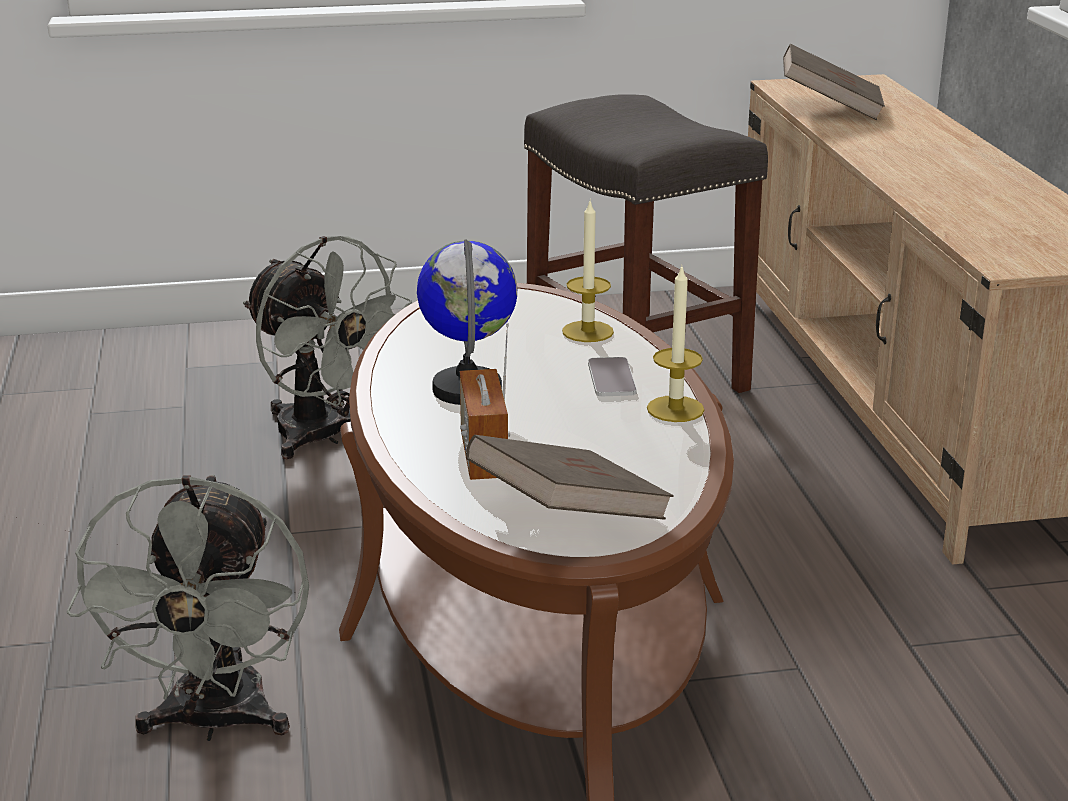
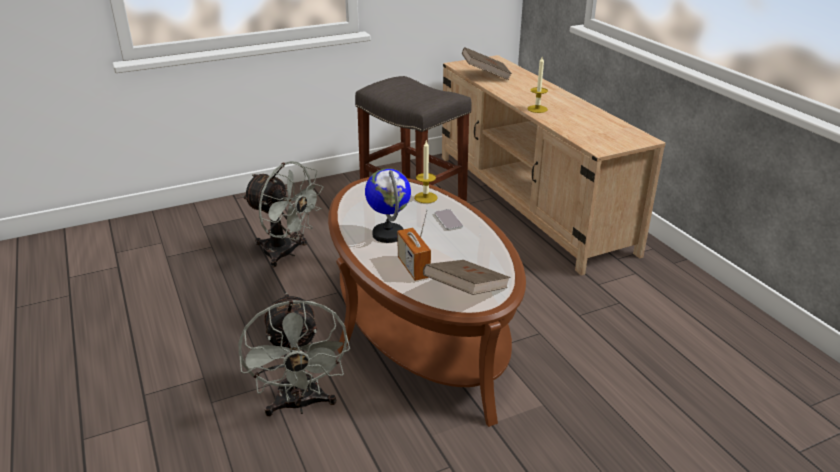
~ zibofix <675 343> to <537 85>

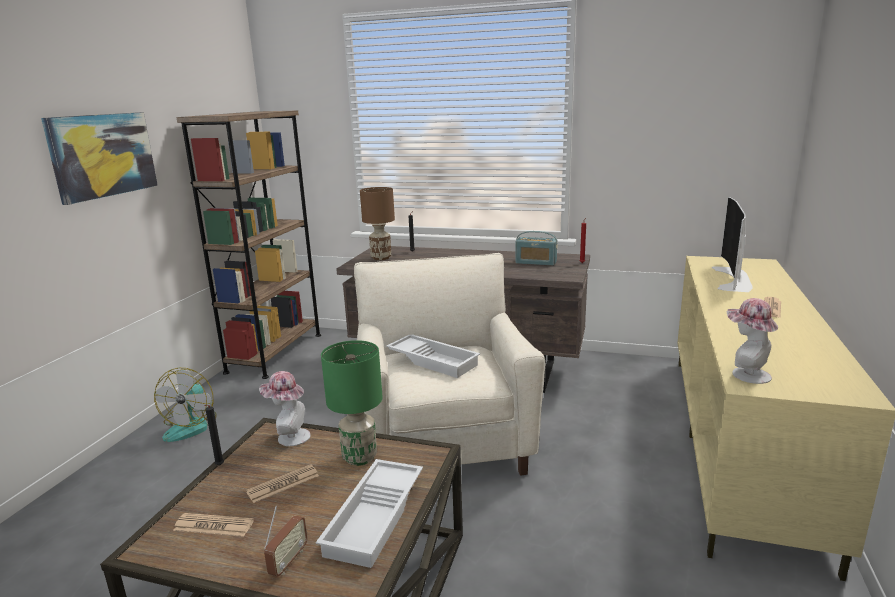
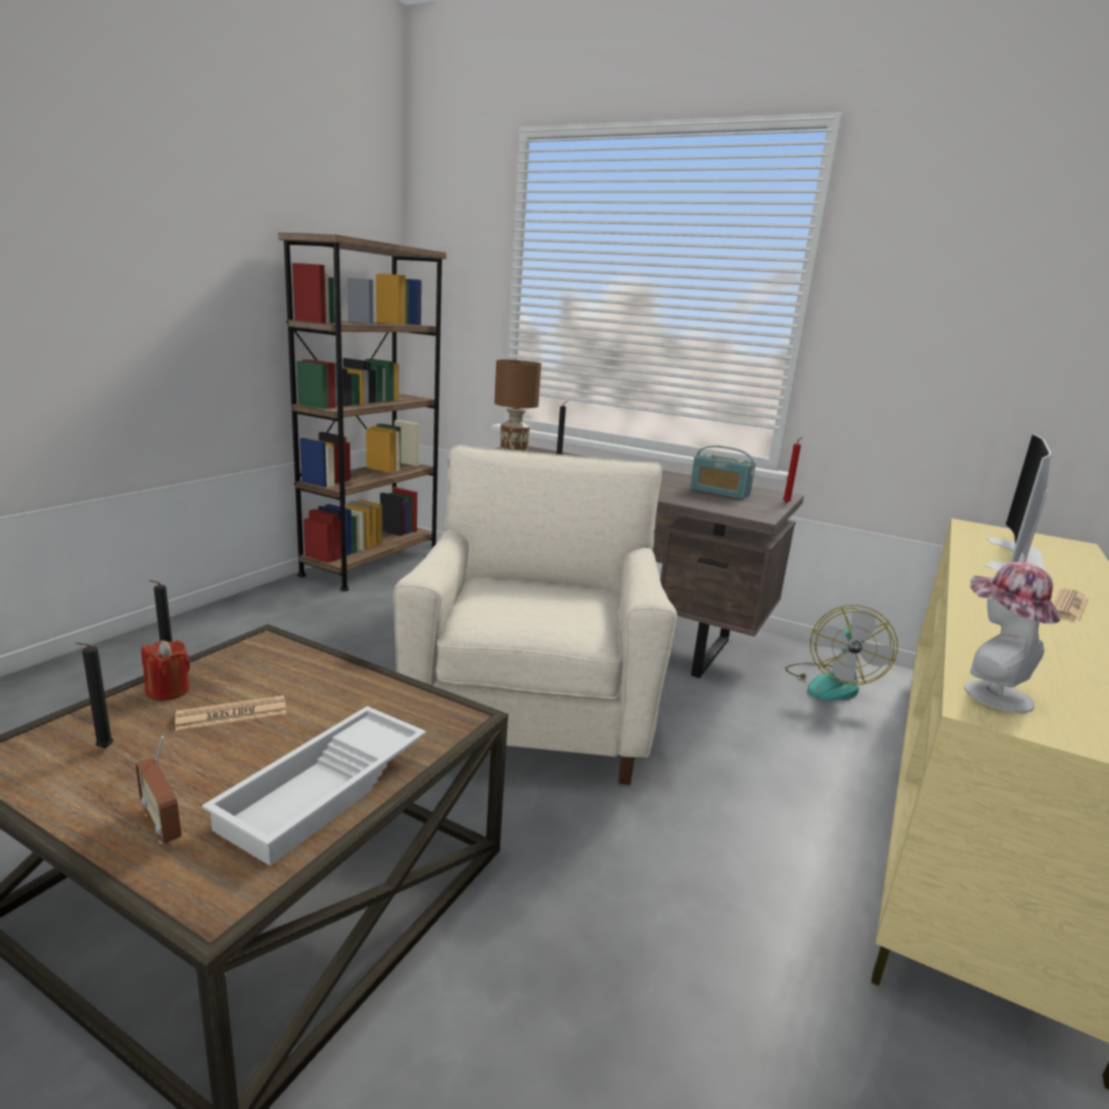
- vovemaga <99 158>
- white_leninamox <433 356>
- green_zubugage <351 403>
~ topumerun <185 405> to <841 652>
- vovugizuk <285 408>
~ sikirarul <286 541> = <158 790> 105 degrees clockwise
~ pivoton <213 525> to black_zibofix <94 695>
+ red_zibofix <165 670>

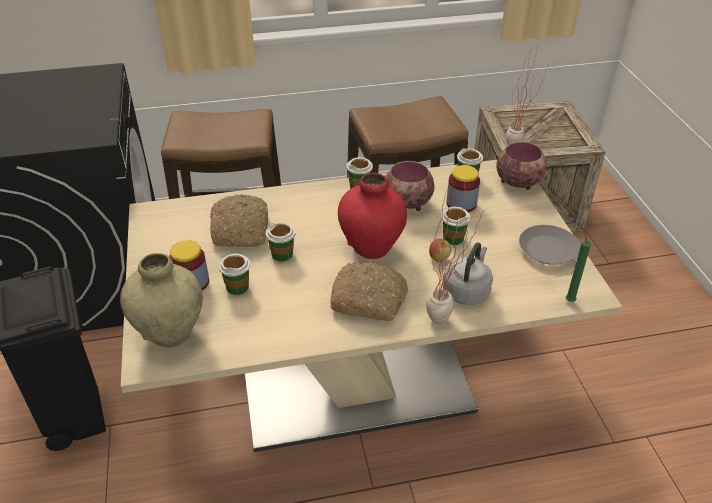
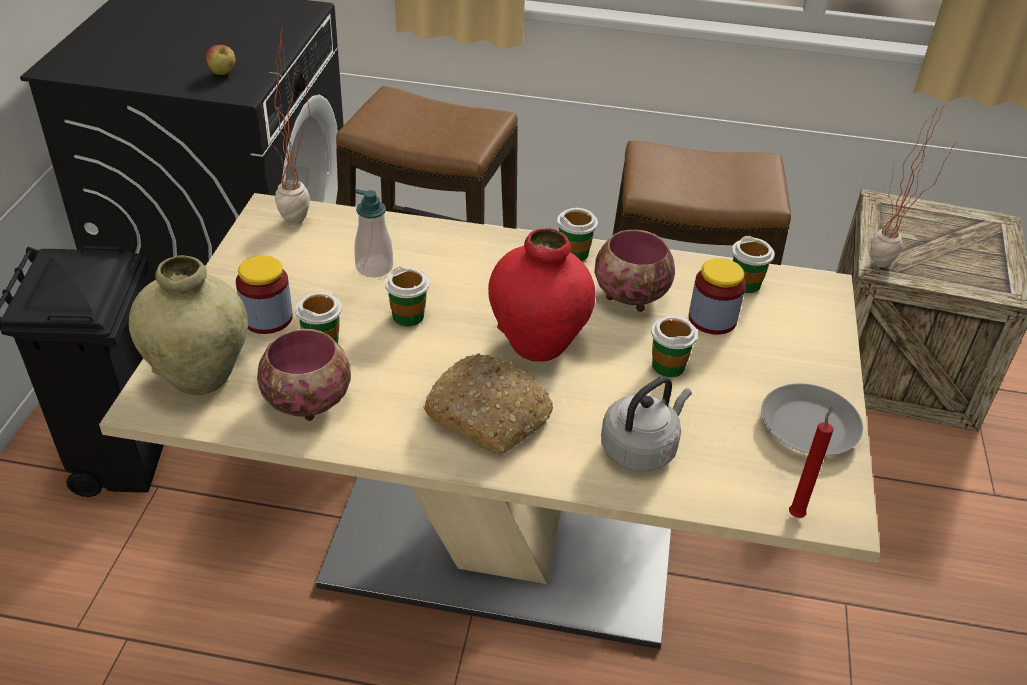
~ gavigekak <521 166> to <304 375>
~ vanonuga <456 254> to <285 126>
~ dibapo <239 220> to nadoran <374 233>
~ green_zibofix <578 266> to red_zibofix <811 462>
~ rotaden <440 250> to <220 60>

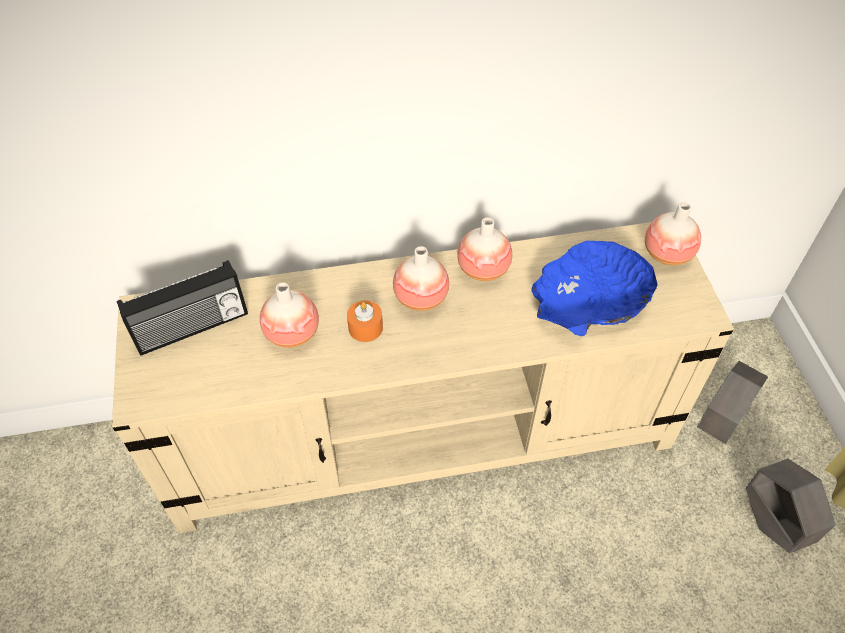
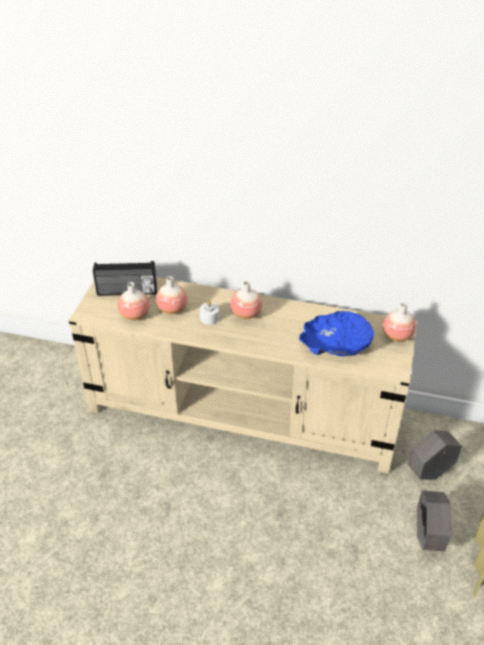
~ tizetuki <484 249> to <134 301>
~ orange_zibofix <365 321> to white_zibofix <209 313>

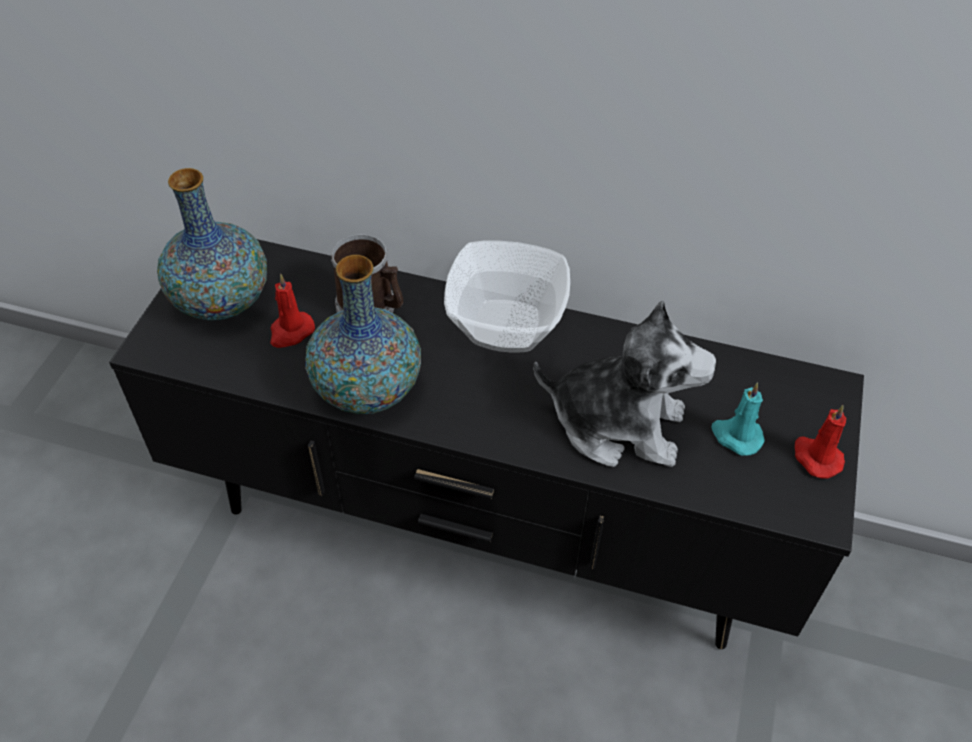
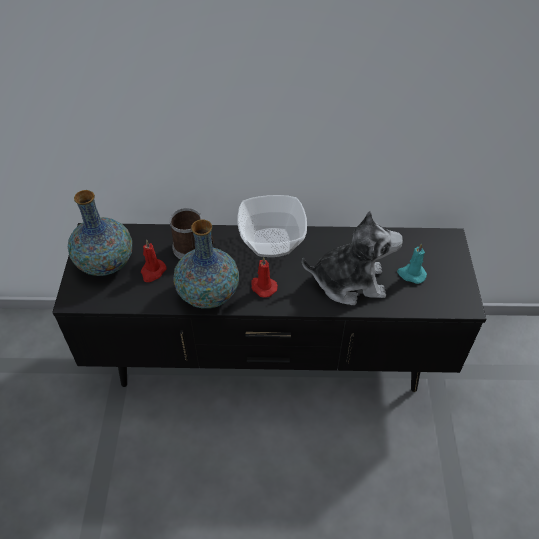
~ red_zibofix <820 442> to <264 277>

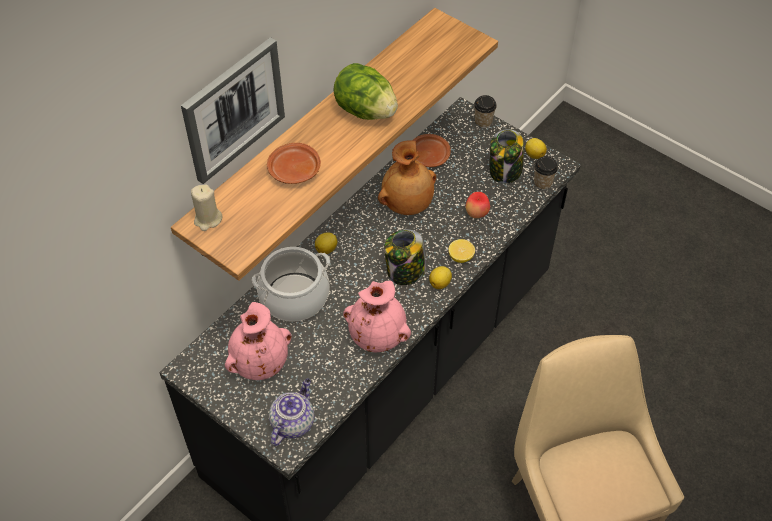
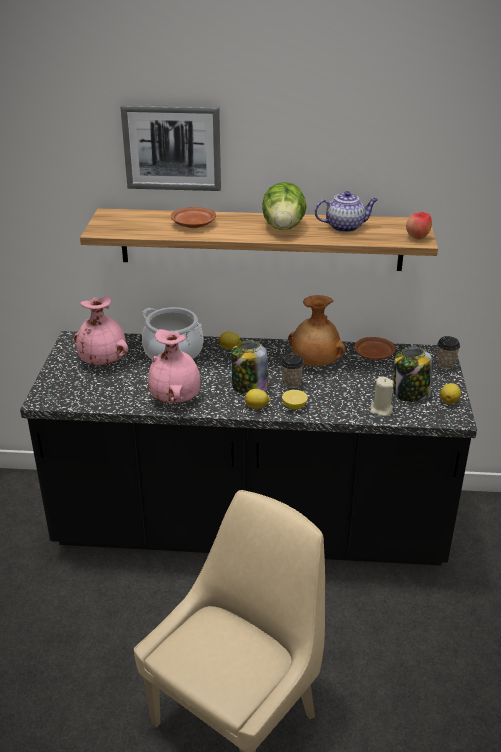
~ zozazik <546 173> to <292 371>
~ beige_zibofix <207 207> to <382 396>
~ rotaden <478 205> to <419 226>
~ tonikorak <291 412> to <346 211>

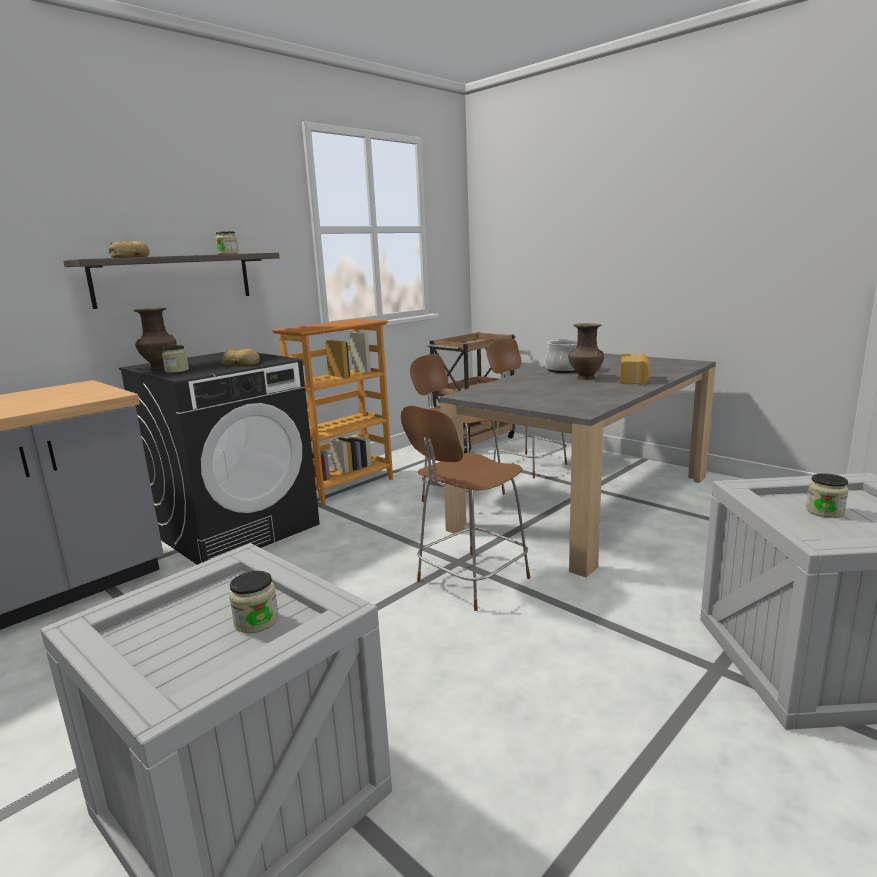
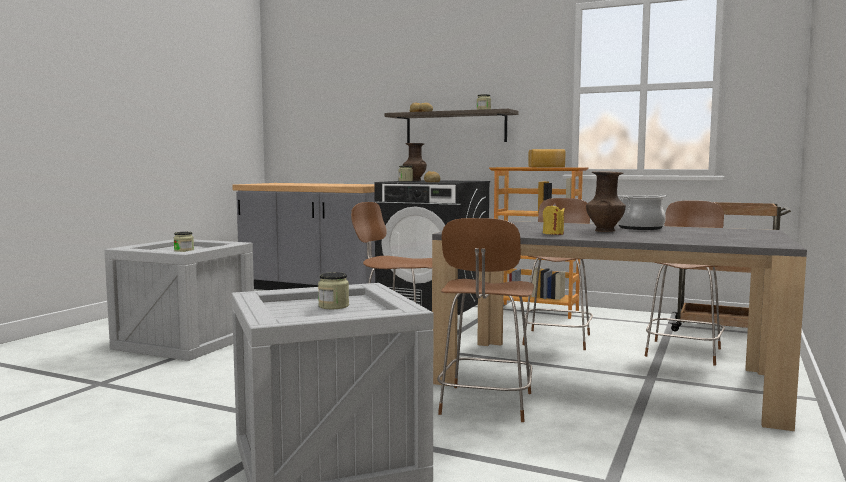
~ dibapo <635 369> to <546 158>
+ yellow_zibofix <554 219>
+ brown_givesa <485 320>

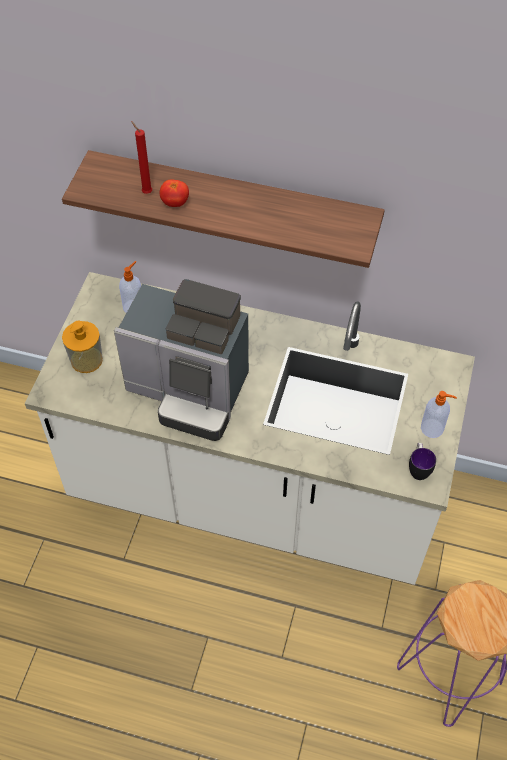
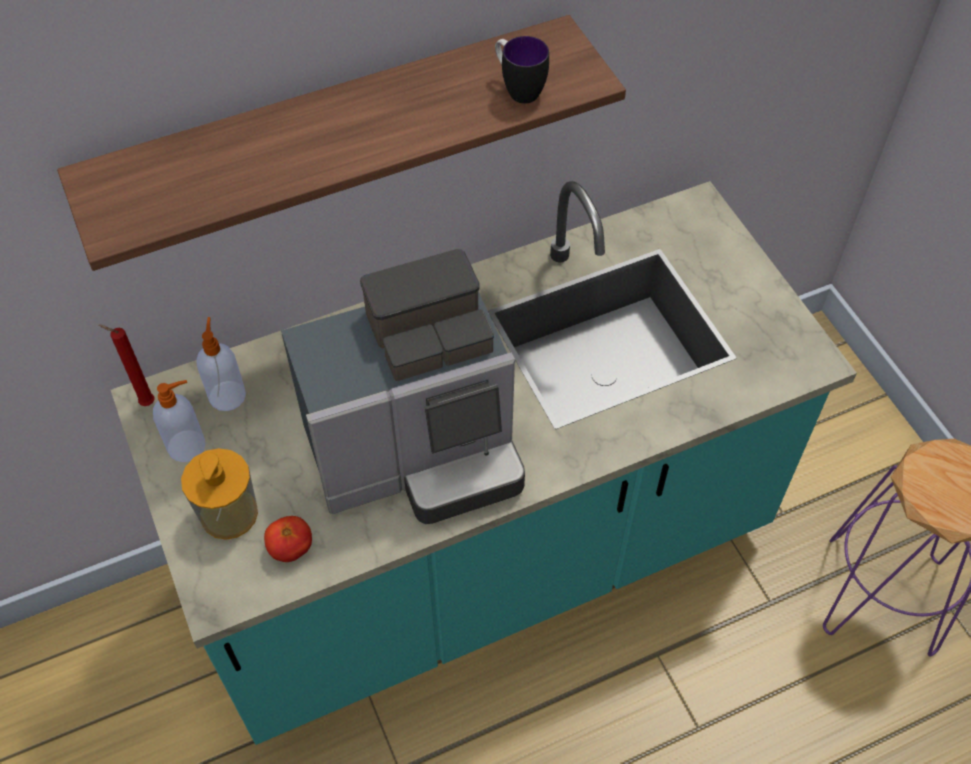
~ red_zibofix <141 157> to <127 365>
~ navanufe <174 193> to <288 539>
~ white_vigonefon <250 428> to turquoise_vigonefon <484 463>
~ nadoran <439 414> to <179 421>
~ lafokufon <422 461> to <522 70>

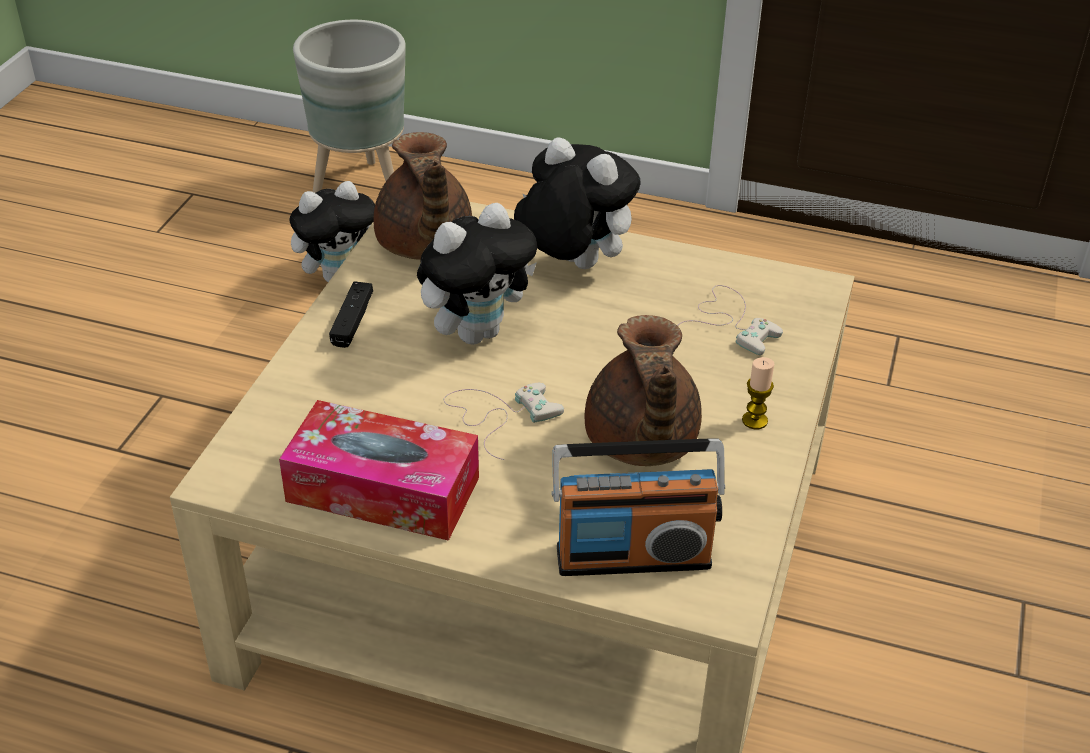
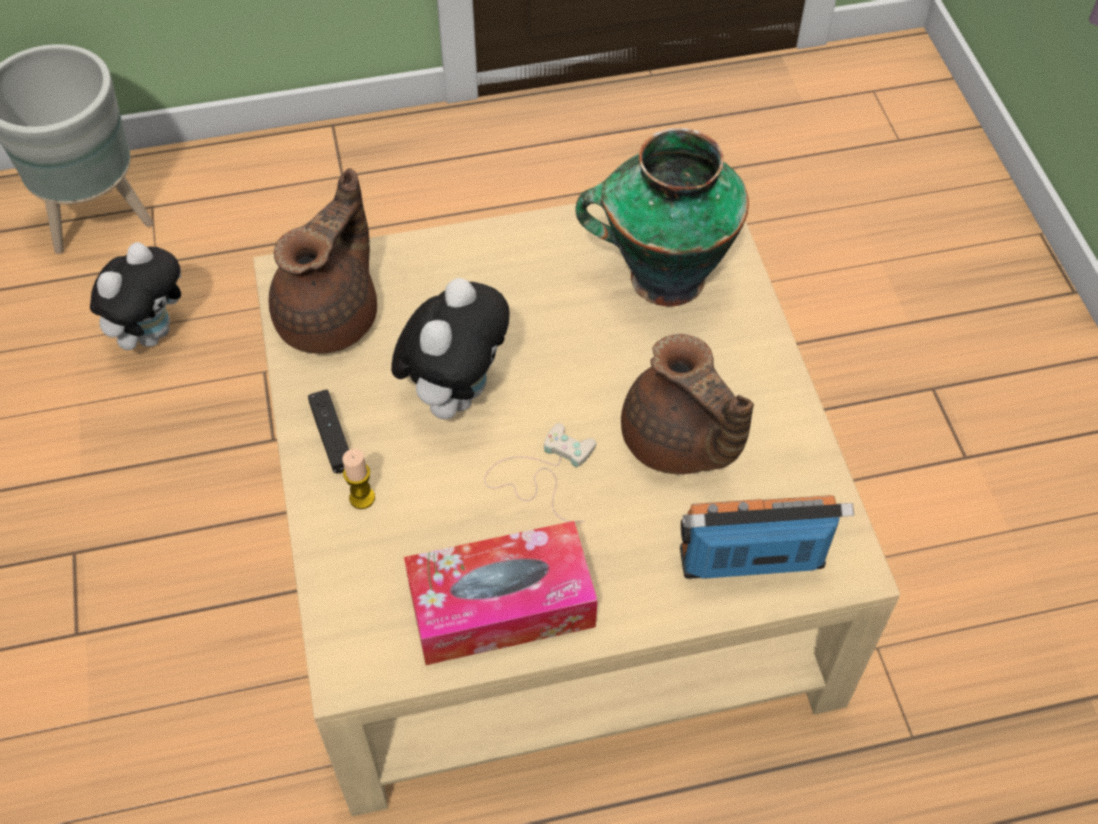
~ brown_tonikorak <422 196> = <323 261> 105 degrees counterclockwise
- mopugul <577 203>
~ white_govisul <730 320> to tizetuki <662 217>
~ zibofix <758 393> to <358 478>
~ sikirarul <638 507> = <767 537> 150 degrees counterclockwise

